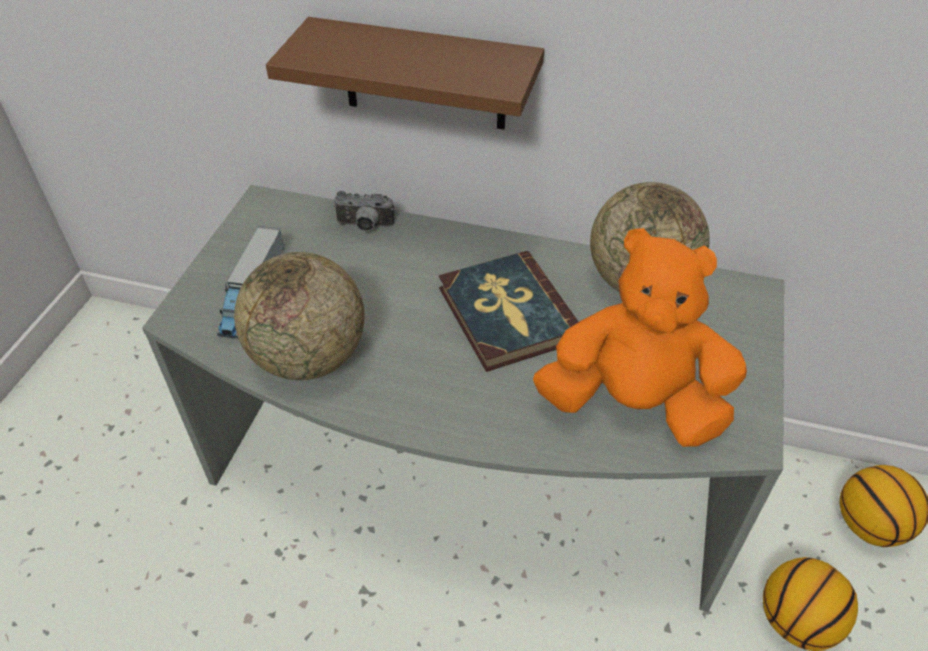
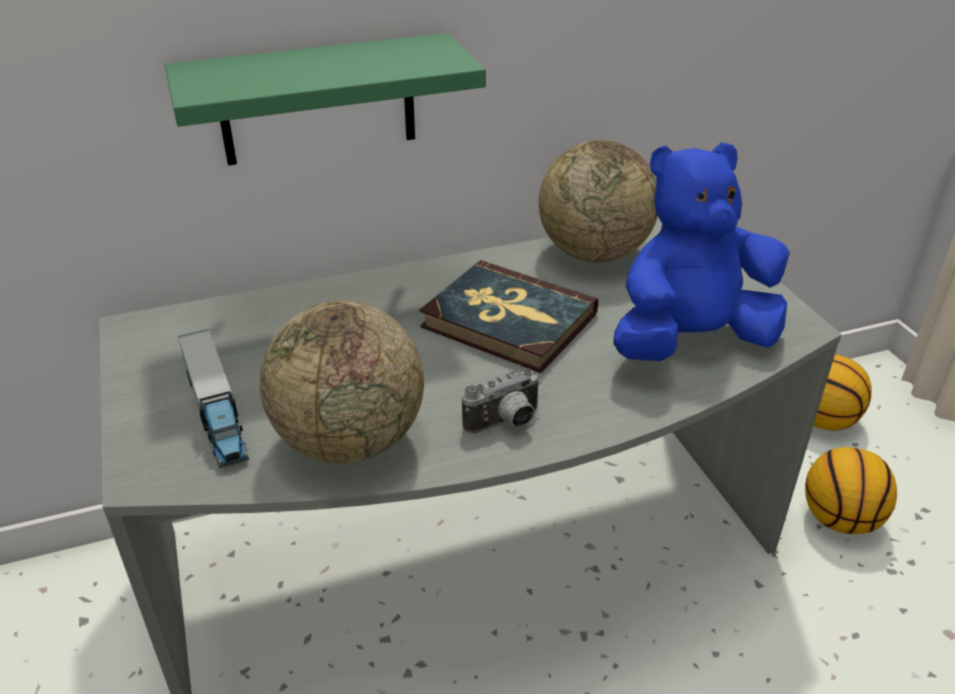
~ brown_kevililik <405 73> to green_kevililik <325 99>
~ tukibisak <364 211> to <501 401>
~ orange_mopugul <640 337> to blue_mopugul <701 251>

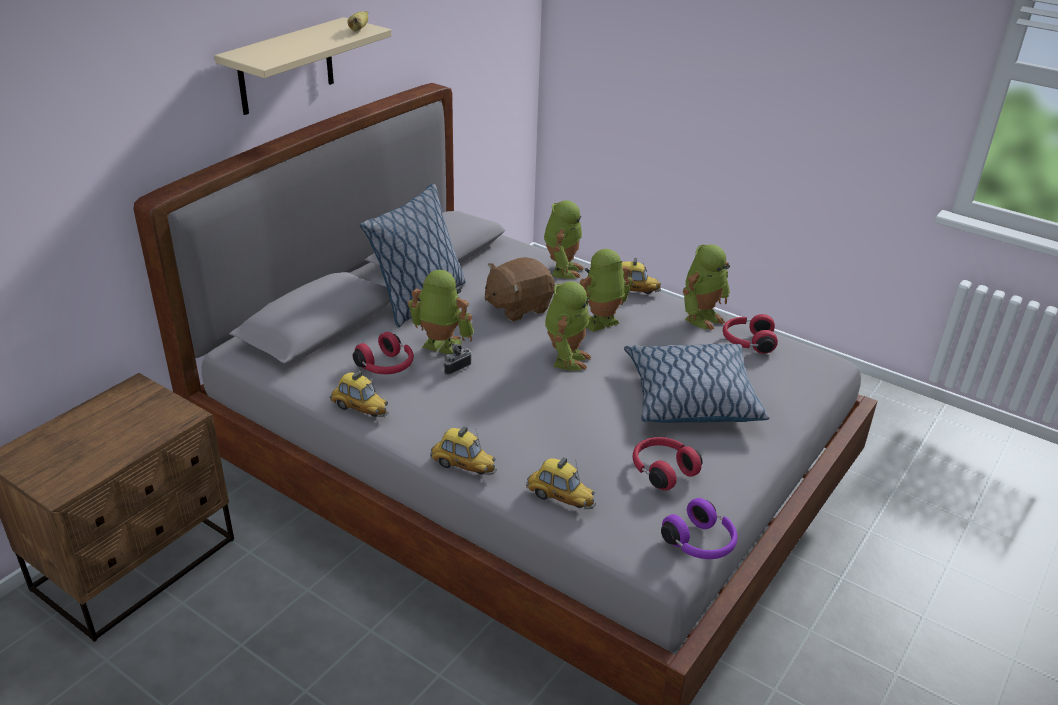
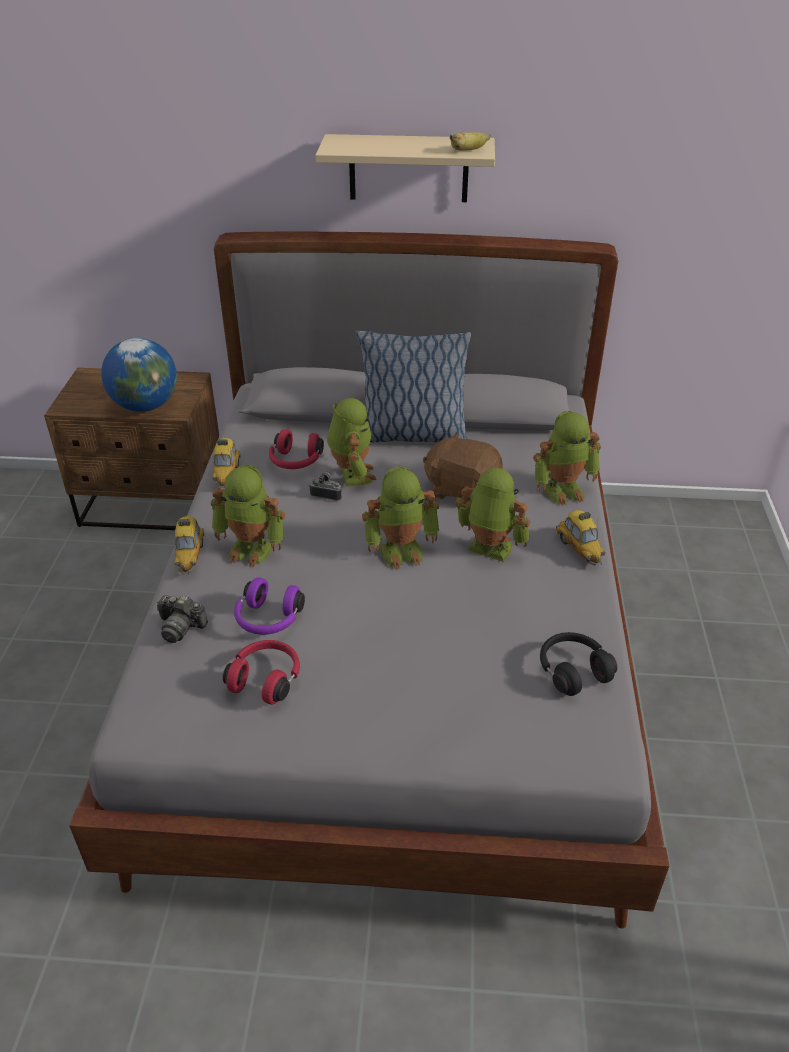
~ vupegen <706 287> to <248 516>
~ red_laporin <750 334> to black_laporin <578 664>
- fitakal <697 383>
~ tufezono <561 483> to tukibisak <182 619>
~ purple_laporin <699 528> to <269 606>
+ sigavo <139 375>

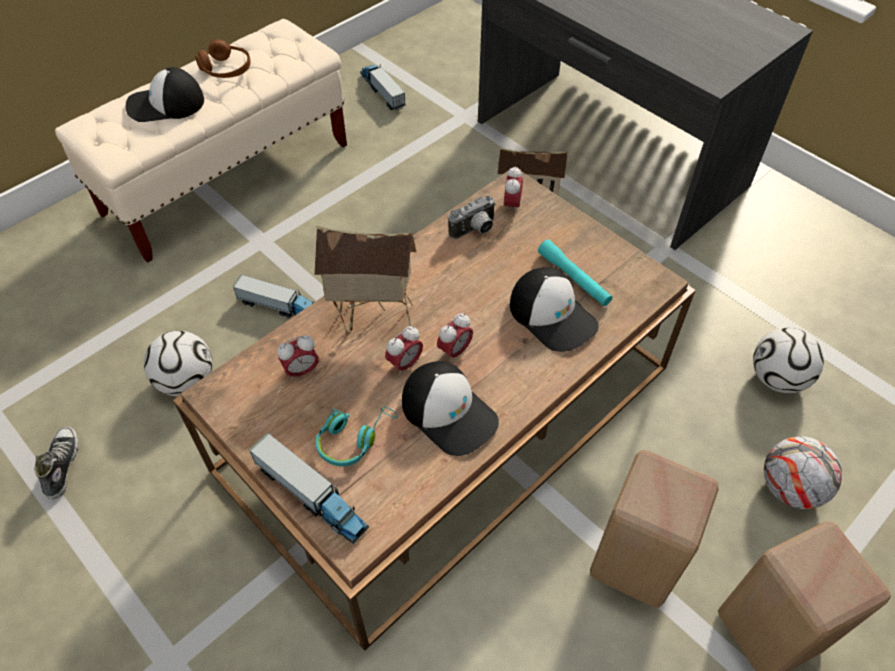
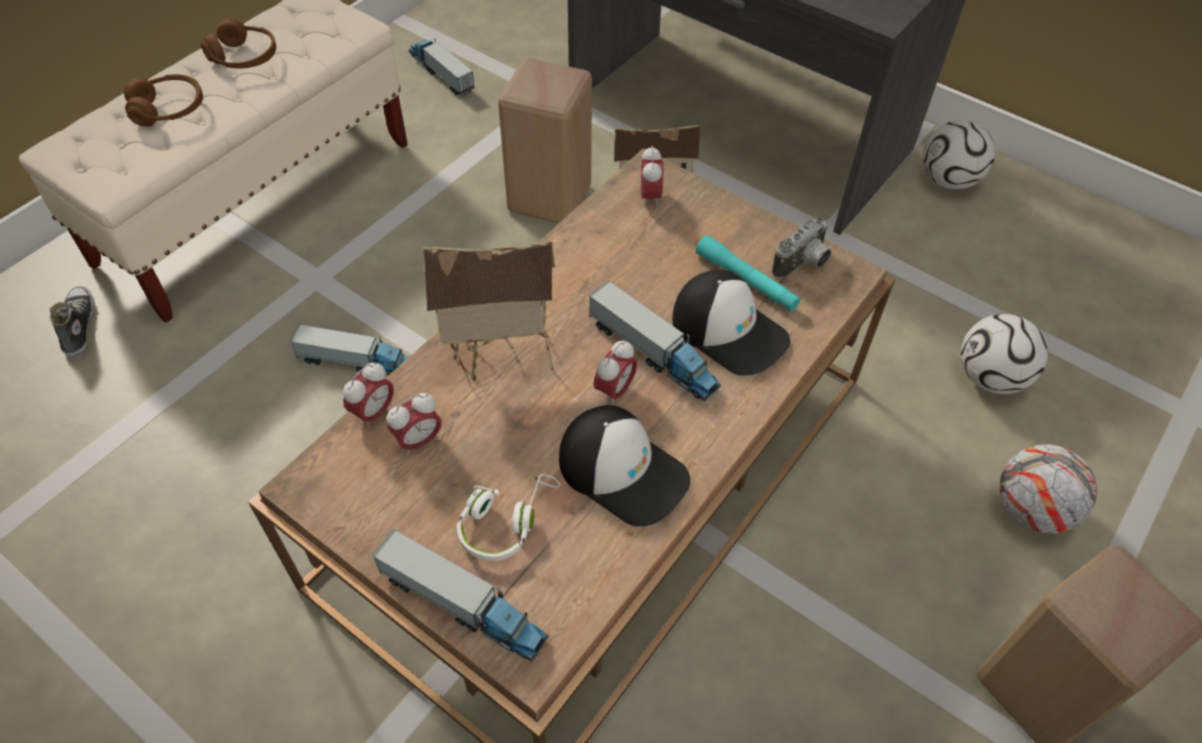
~ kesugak <165 94> to brown_laporin <163 101>
~ tukibisak <472 217> to <801 248>
~ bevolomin <404 350> to <368 395>
~ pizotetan <178 363> to <959 155>
~ turquoise_laporin <357 437> to white_laporin <508 517>
~ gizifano <57 462> to <72 322>
~ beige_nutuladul <654 529> to <545 141>
+ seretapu <654 340>

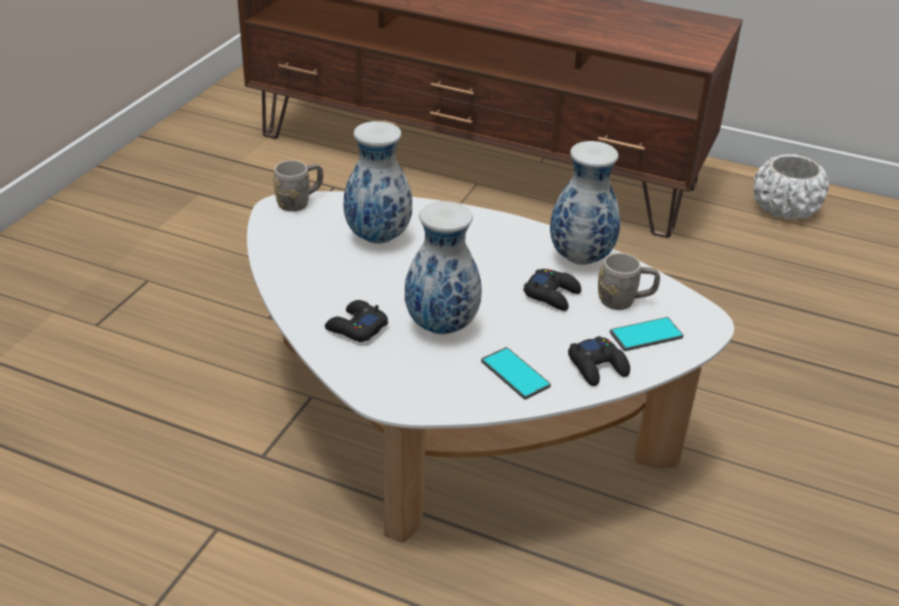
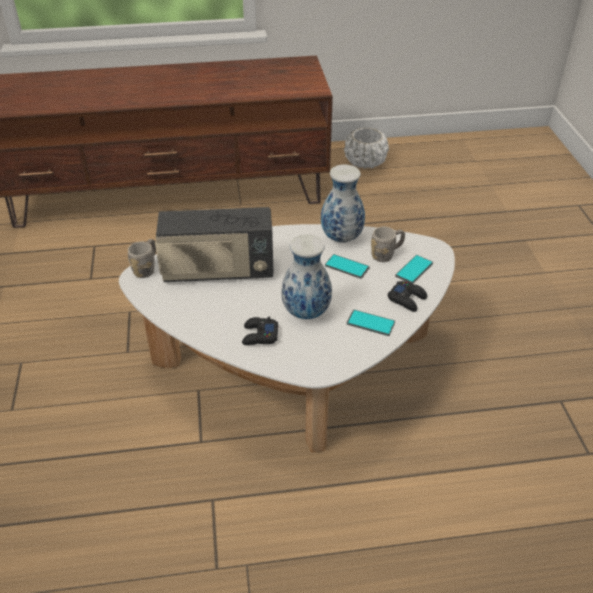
~ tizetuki <378 182> to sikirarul <214 244>
~ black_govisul <552 290> to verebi <347 266>

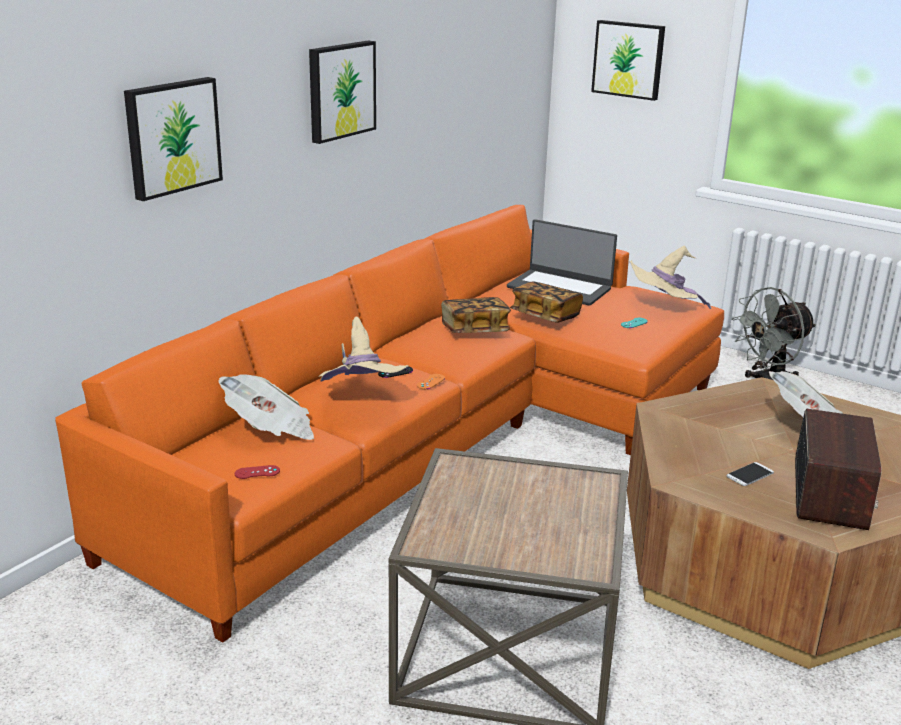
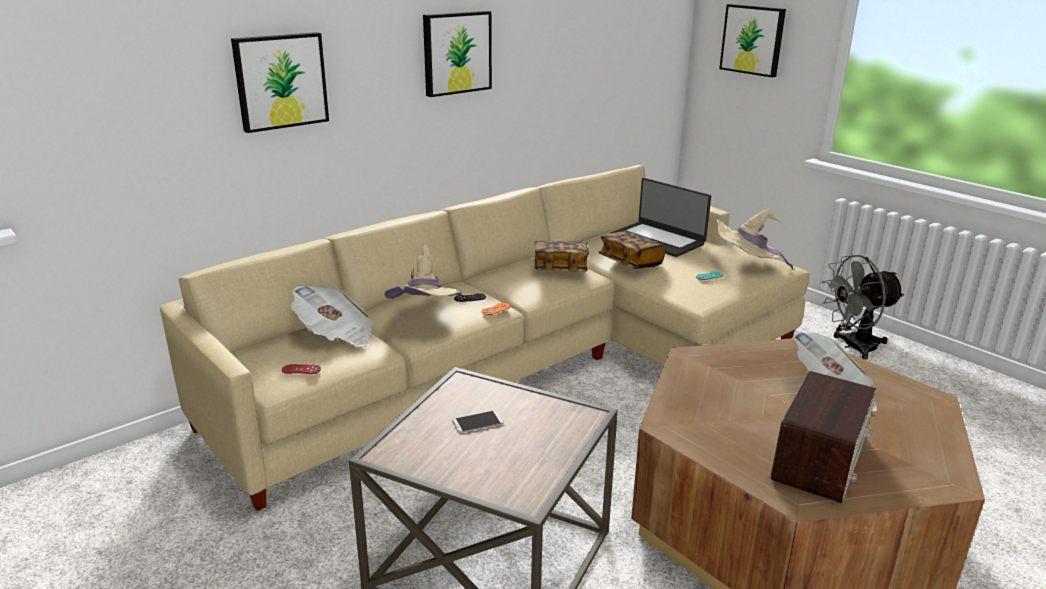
~ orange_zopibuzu <389 424> to beige_zopibuzu <484 338>
~ verebi <750 474> to <478 422>

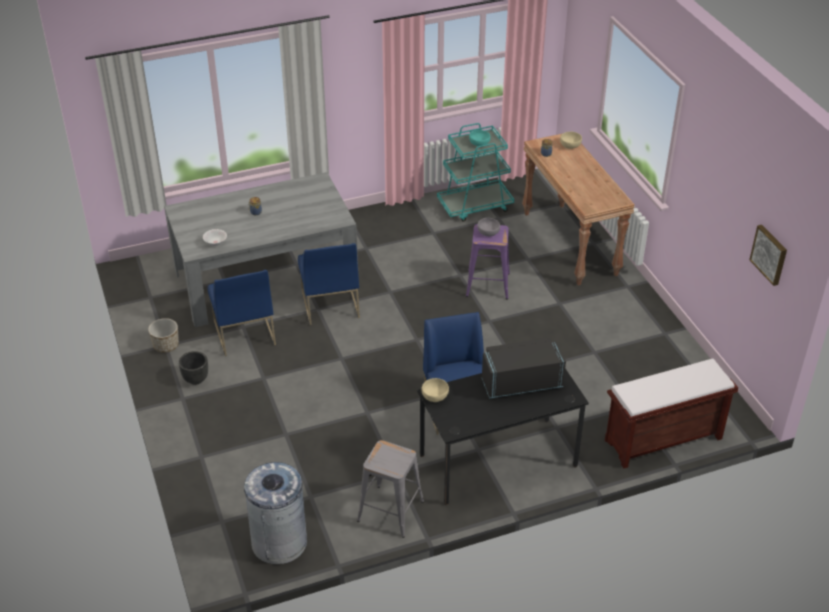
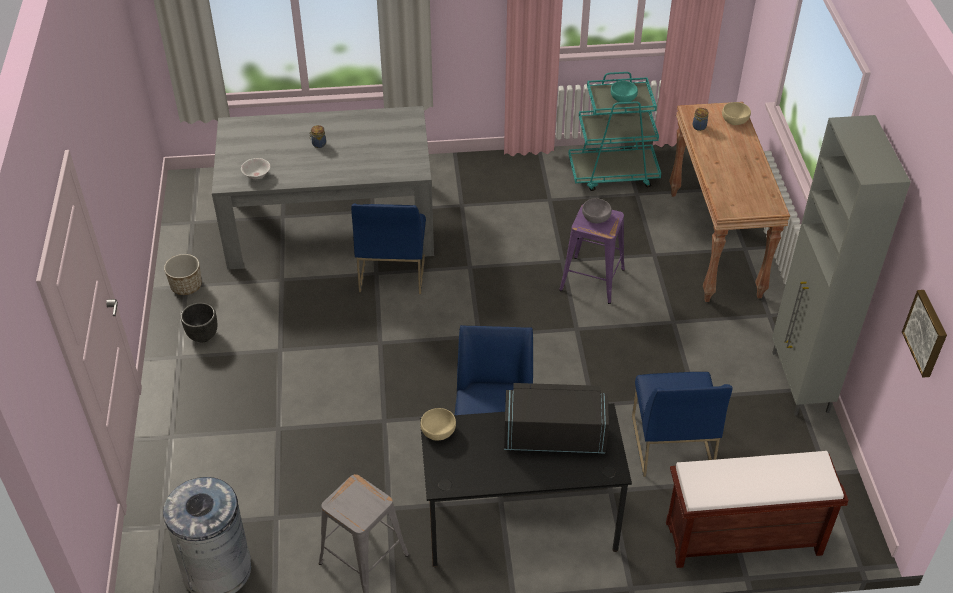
~ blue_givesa <242 313> to <682 424>
+ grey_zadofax <841 265>

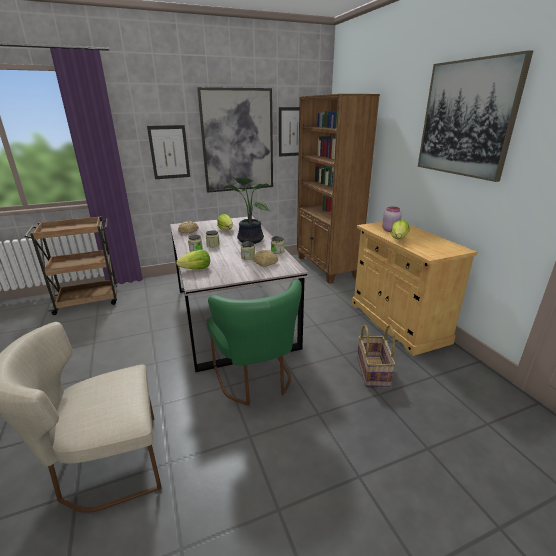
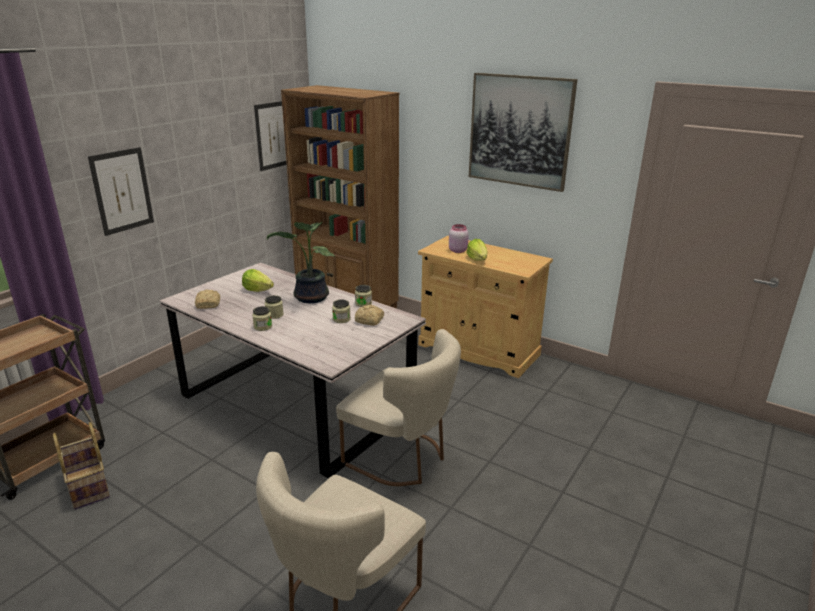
- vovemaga <235 140>
- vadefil <193 259>
~ green_givesa <254 343> to beige_givesa <398 407>
~ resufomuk <376 356> to <81 466>

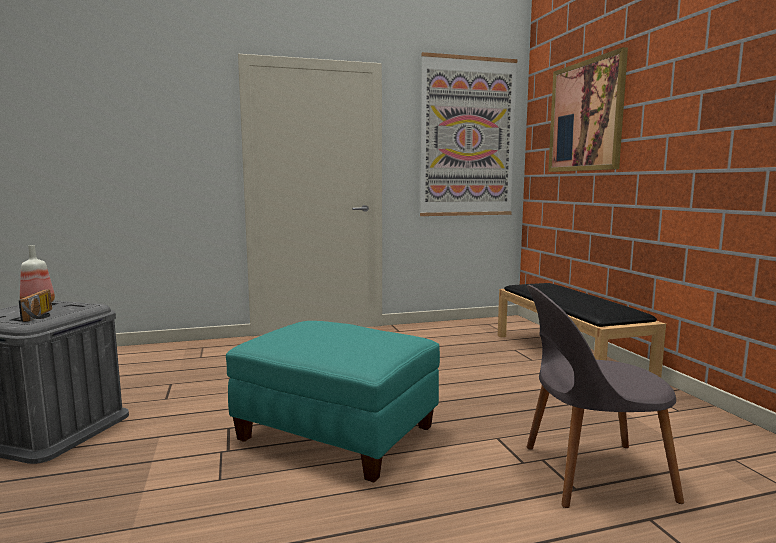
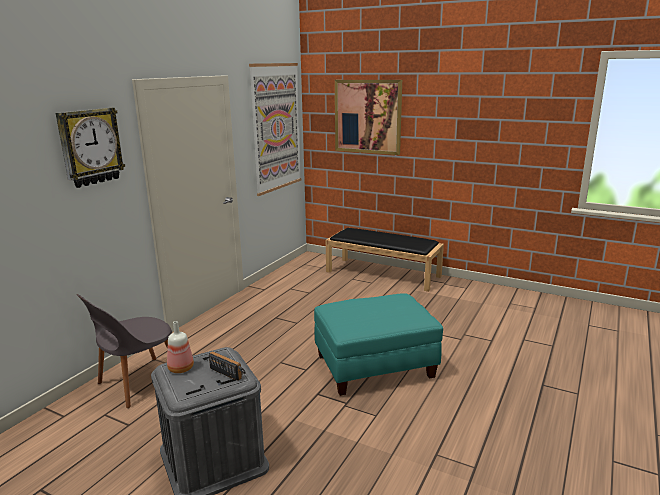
~ grey_givesa <605 396> to <124 351>
+ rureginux <90 148>

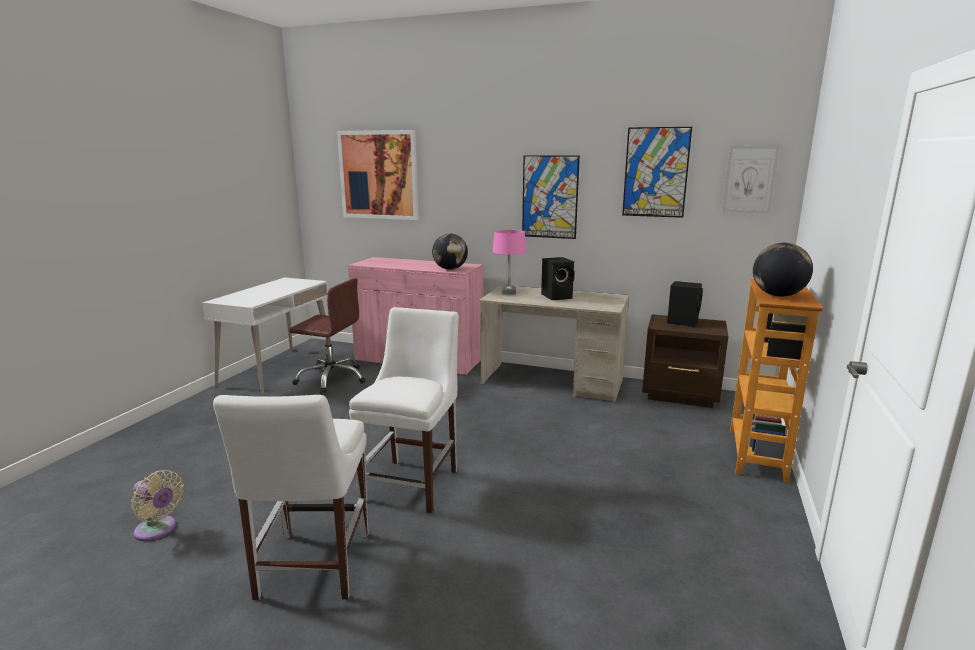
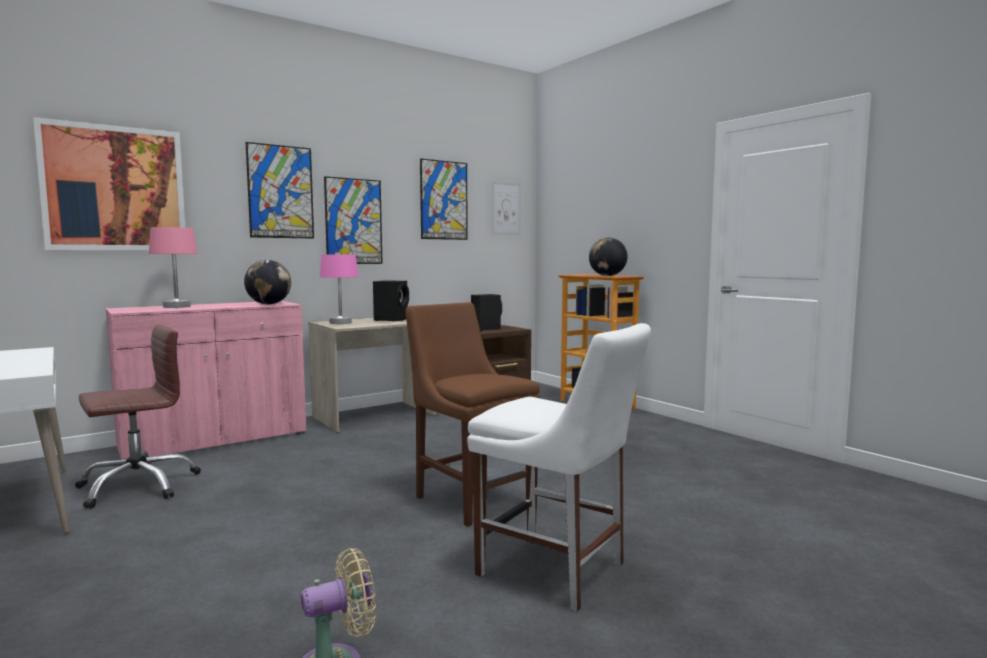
~ white_givesa <404 410> to brown_givesa <472 414>
+ vovemaga <280 190>
+ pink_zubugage <173 267>

